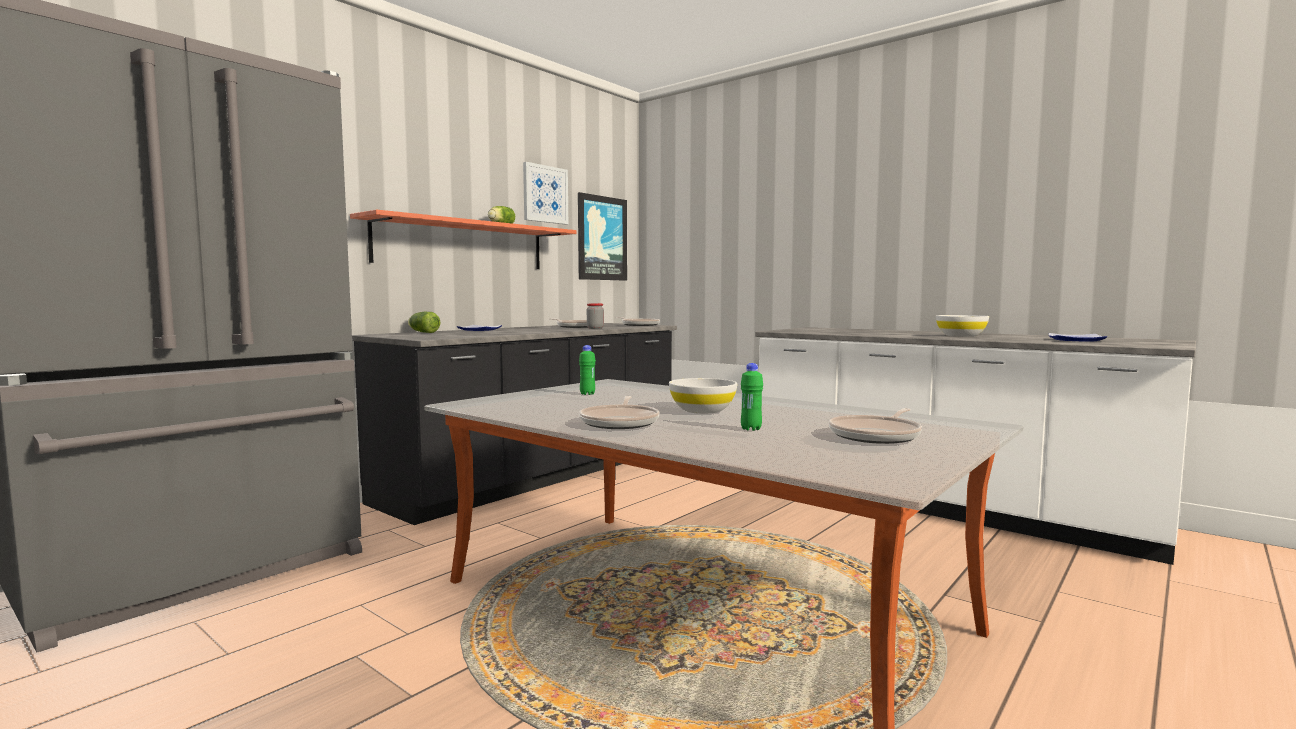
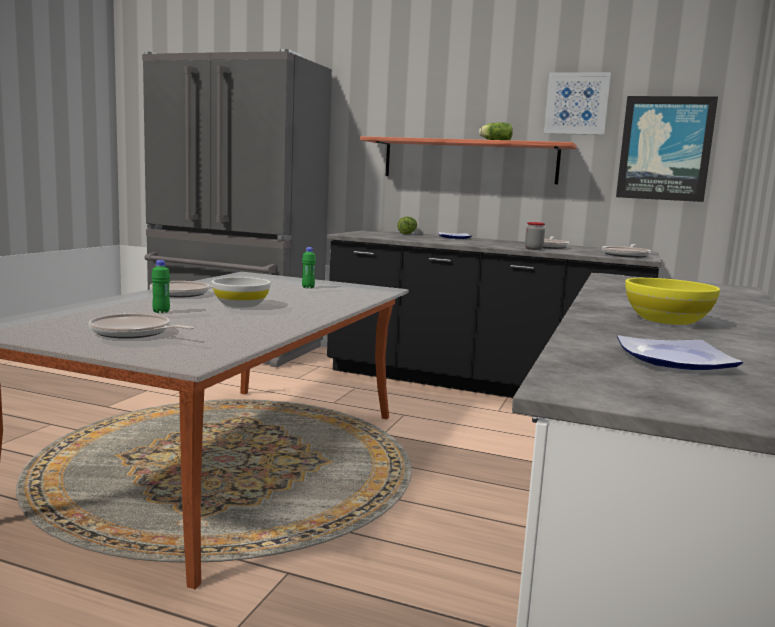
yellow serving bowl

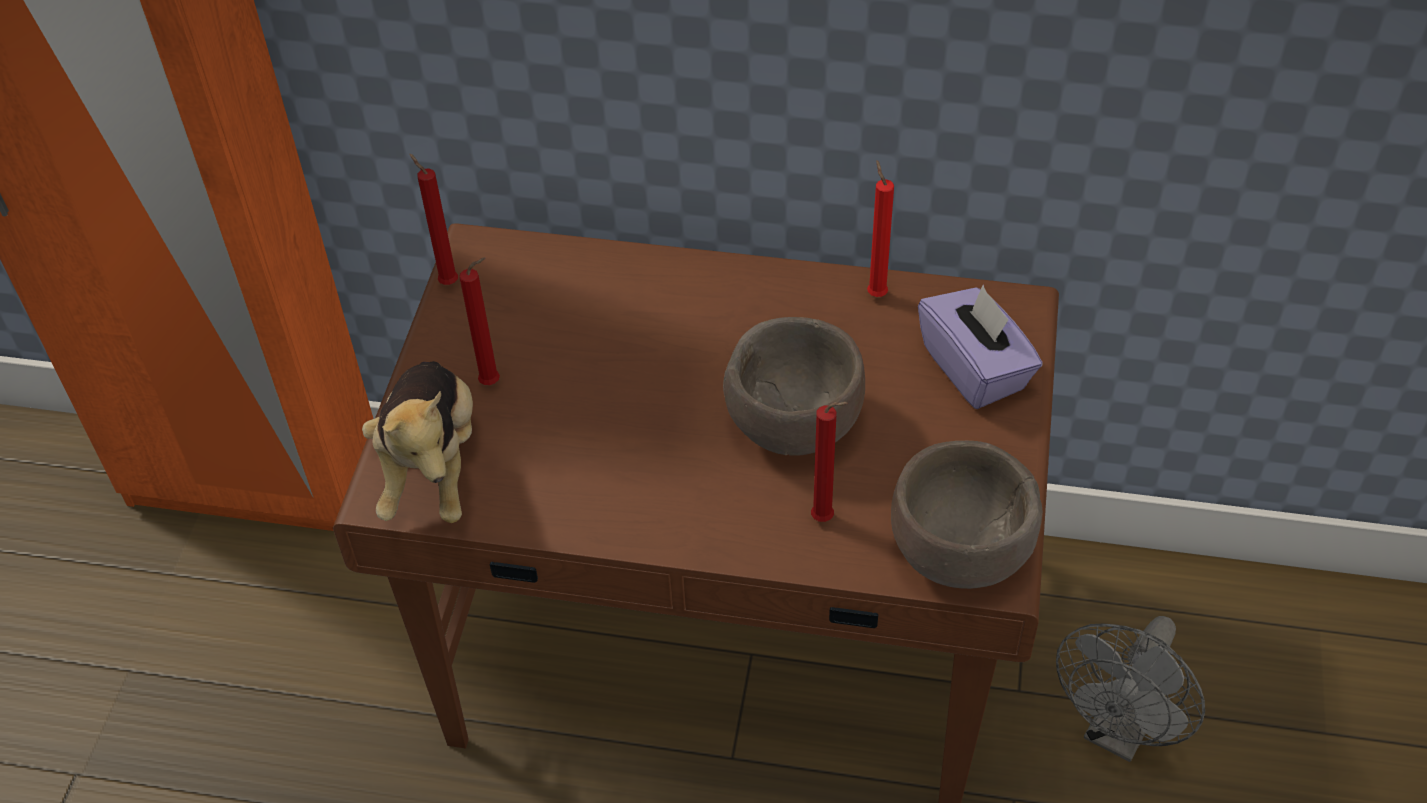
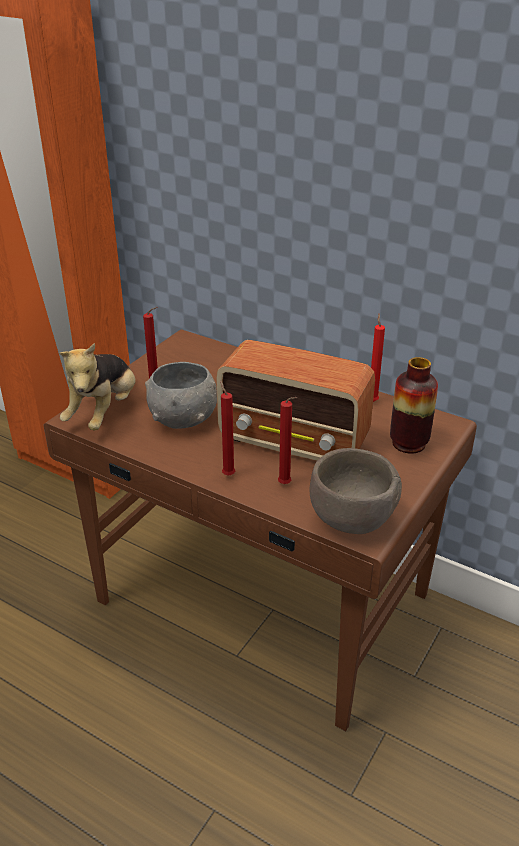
gray cooling fan; gray serving bowl; red wax light (no. 2 from left); radio; flower vase

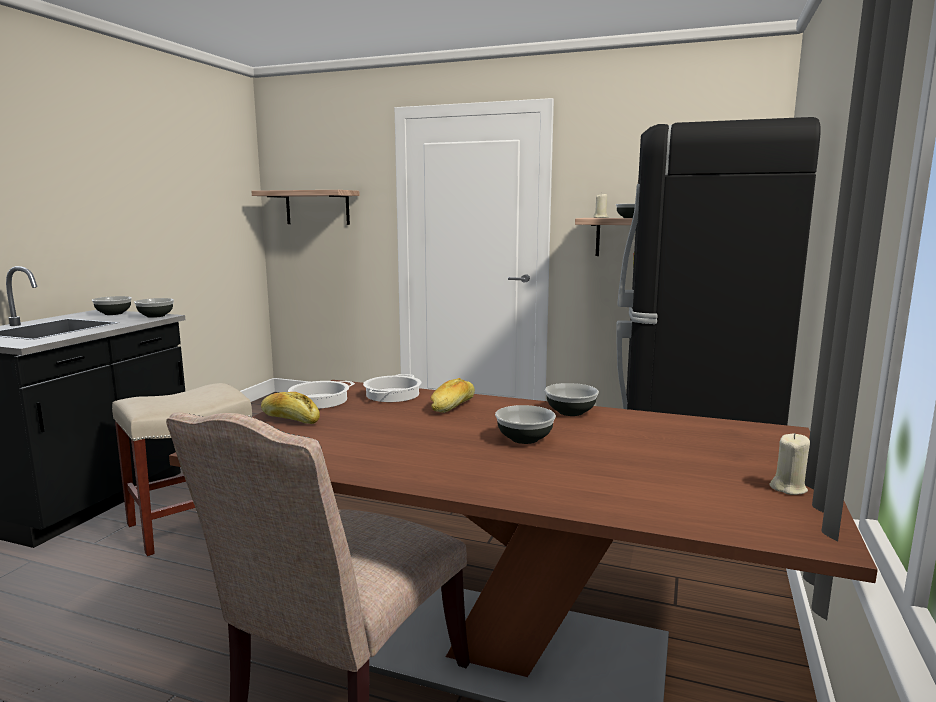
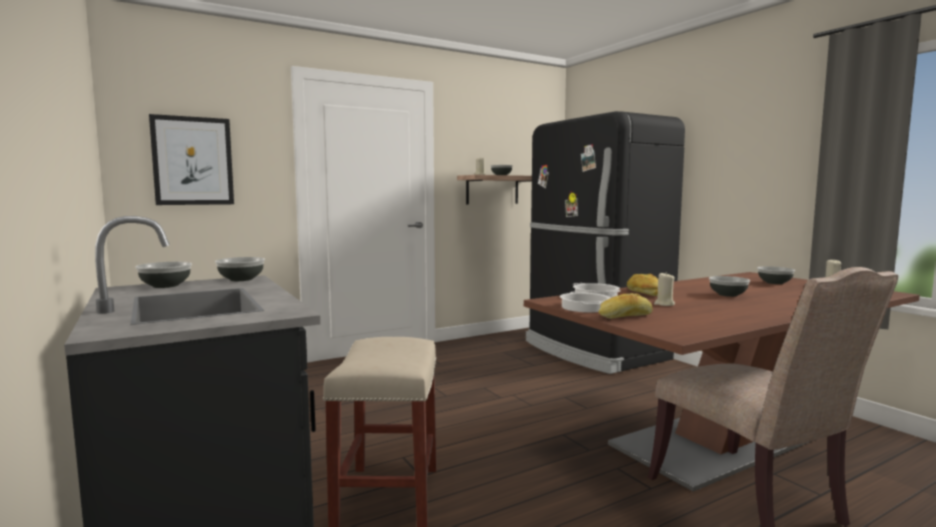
beige wax light (no. 2 from left); serving bowl (no. 5 from left); picture

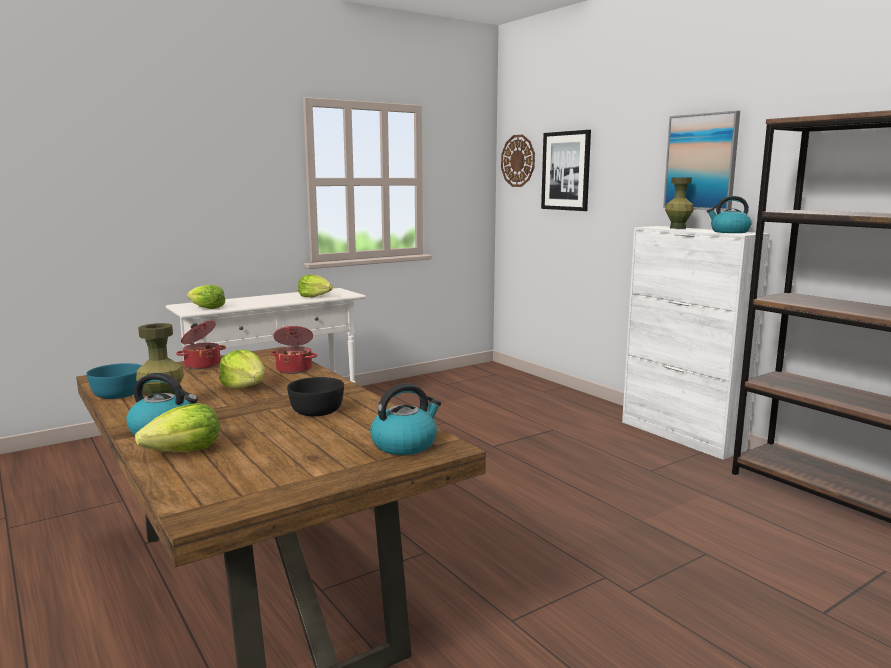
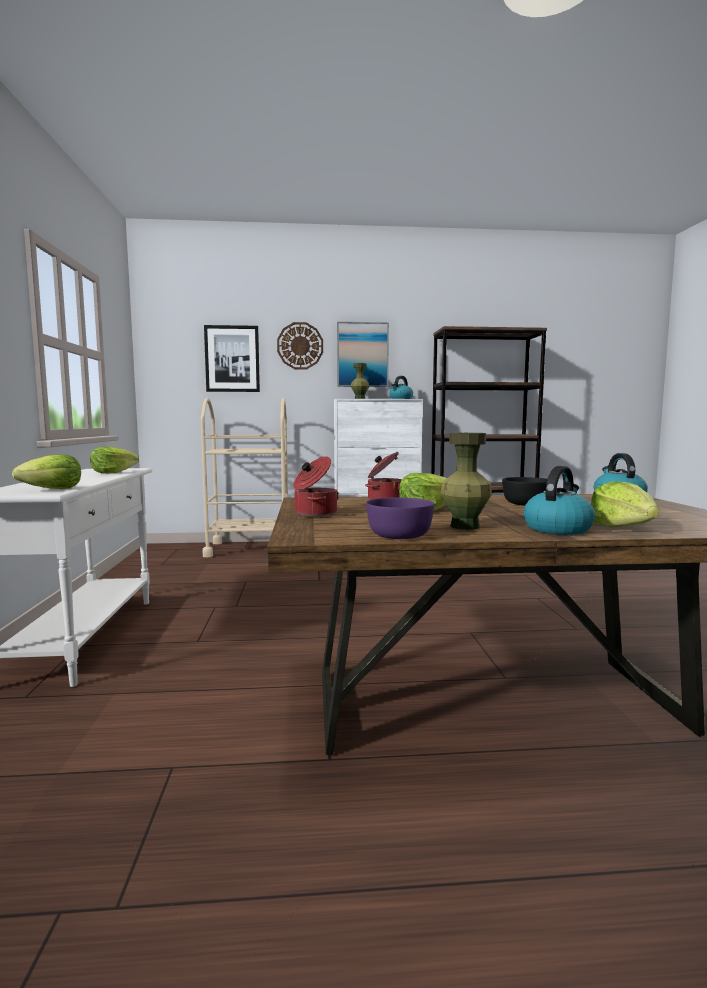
beige cart; wall clock; purplish serving bowl

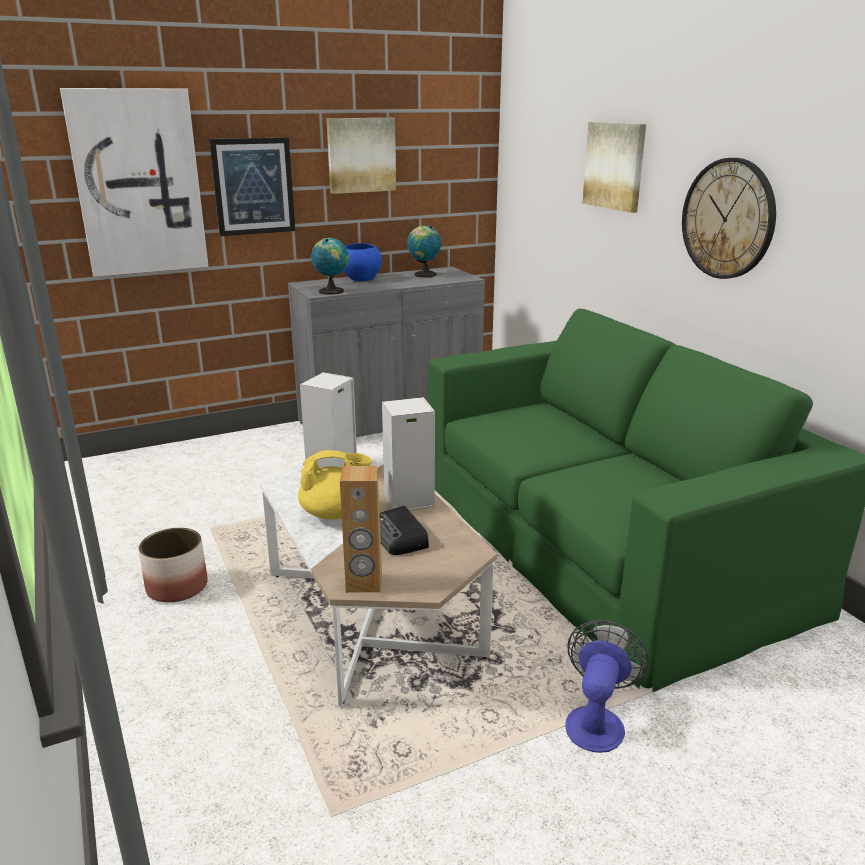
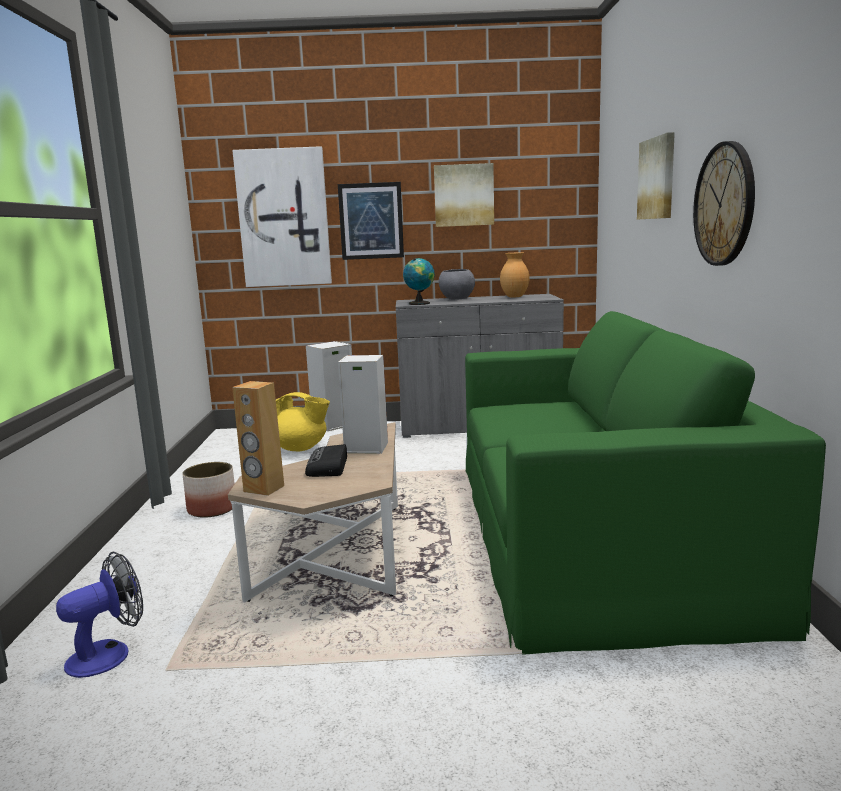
cooling fan; brownish flower vase; gray serving bowl

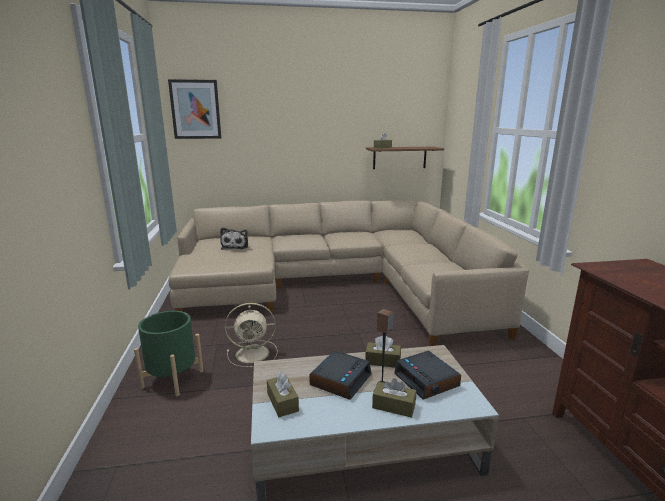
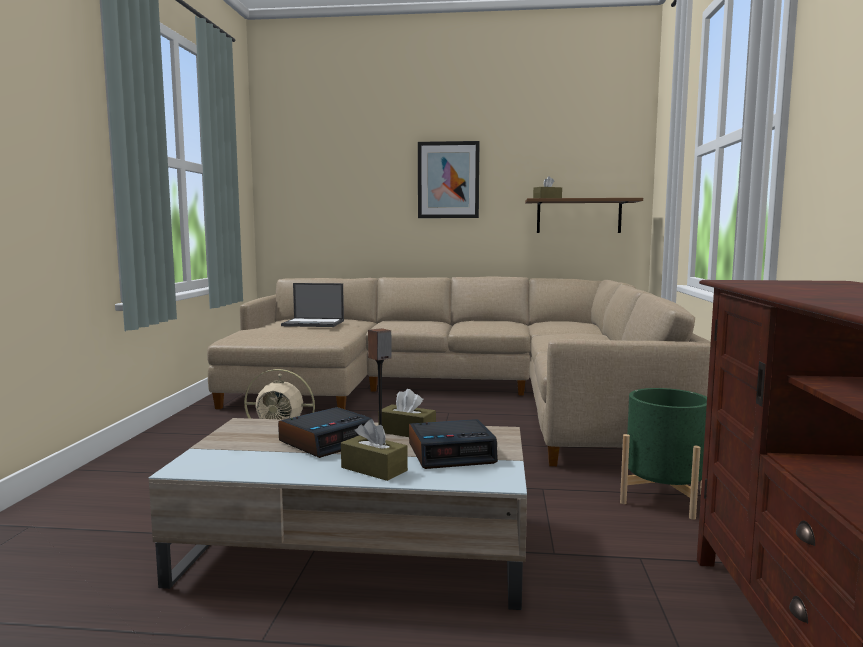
brownish tissue box (no. 1 from left in the first image); green plant pot; picture; portable computer; bedside clock (no. 2 from left)

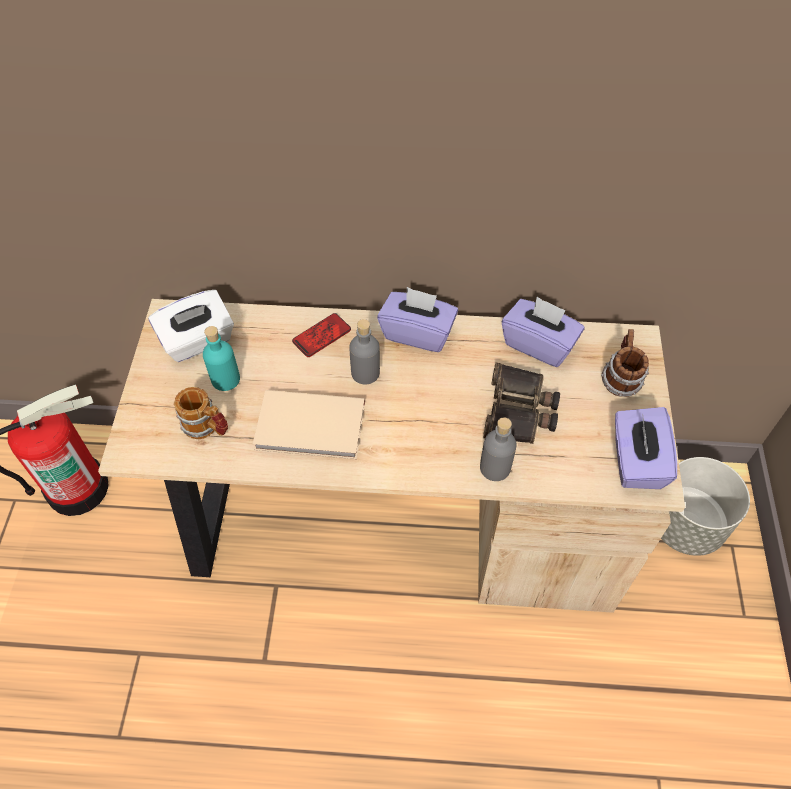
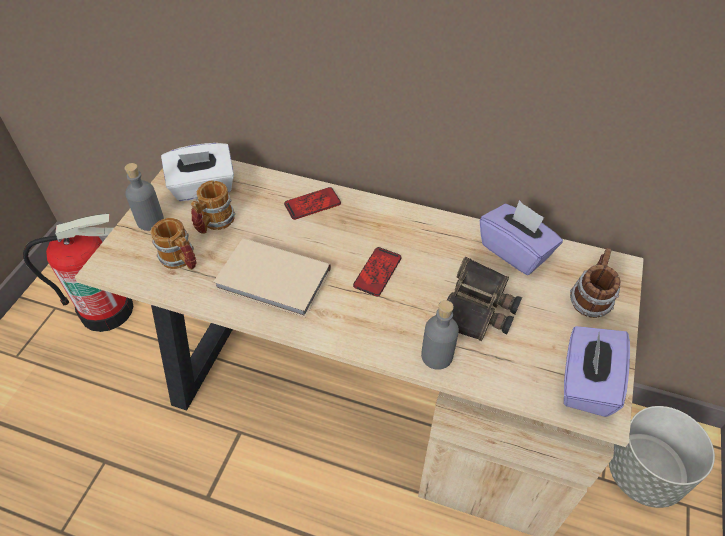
purplish tissue box (no. 1 from left in the first image); phone (no. 2 from left); gray bottle (no. 1 from left); mug (no. 2 from left)

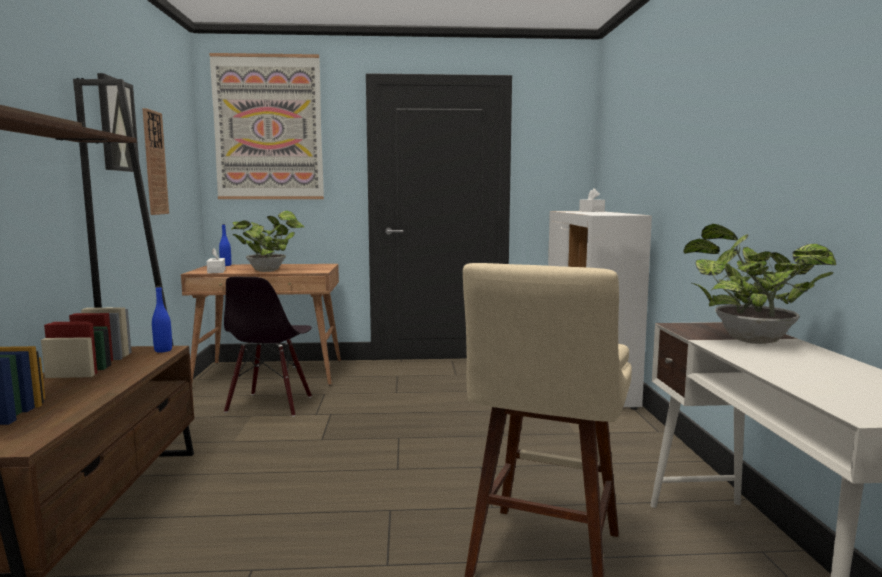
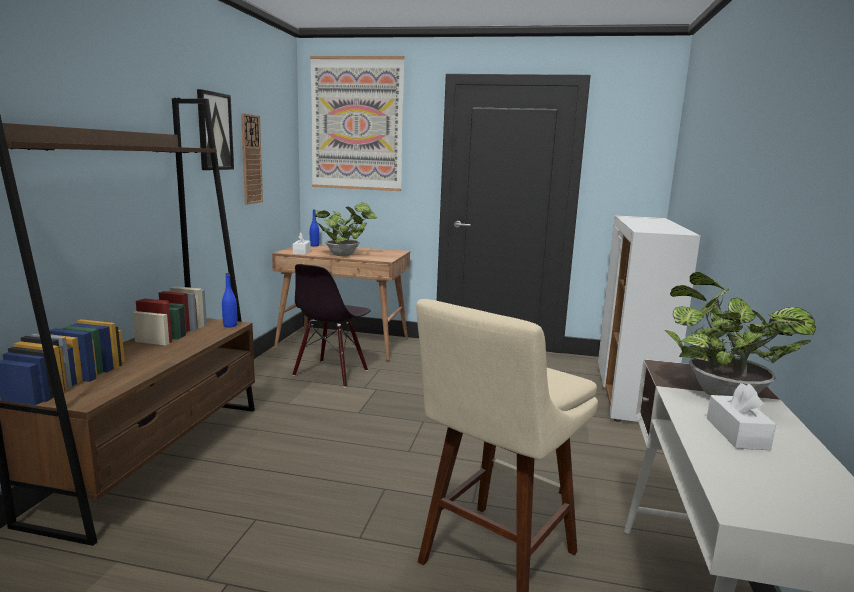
white-coloured tissue box (no. 2 from left)

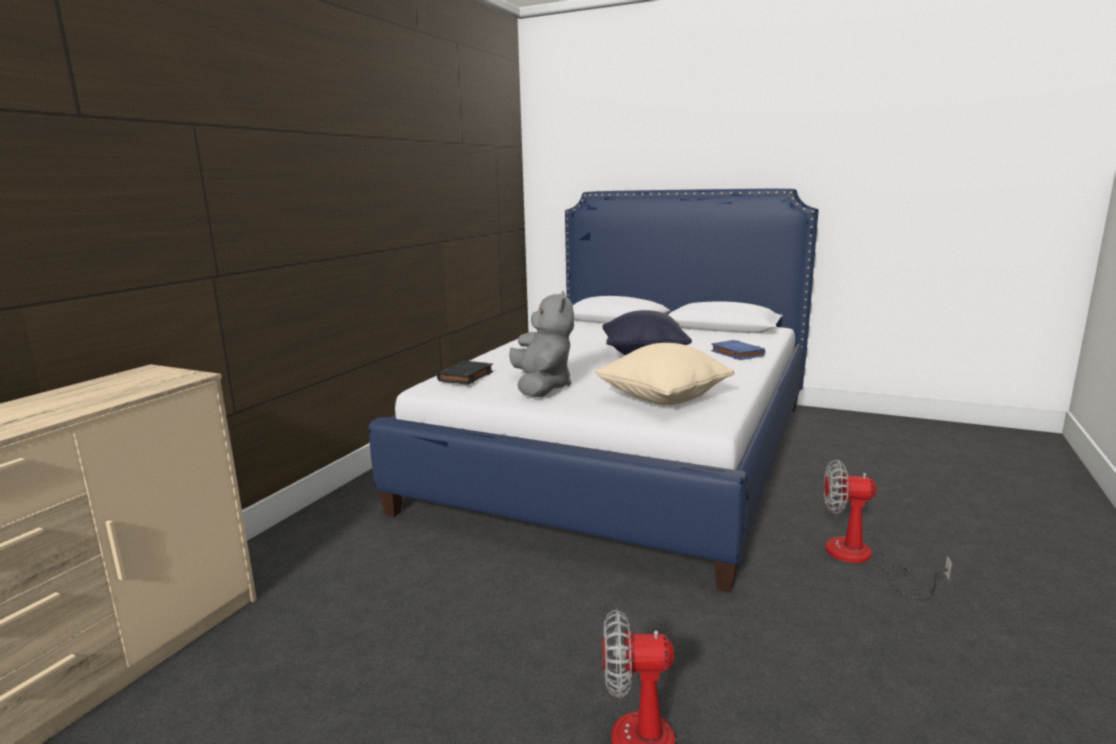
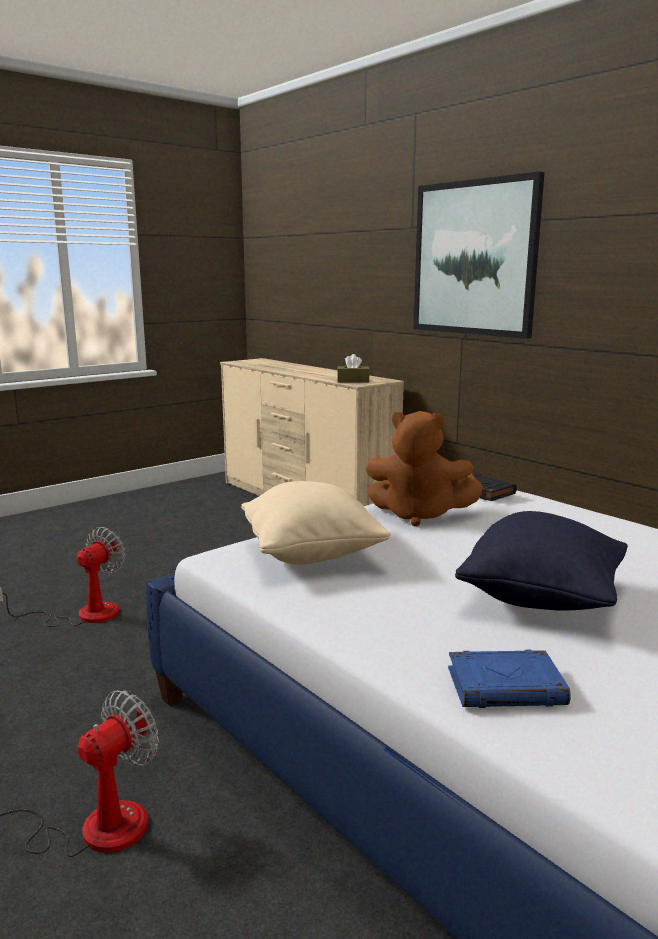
brownish tissue box; picture; brownish soft toy

